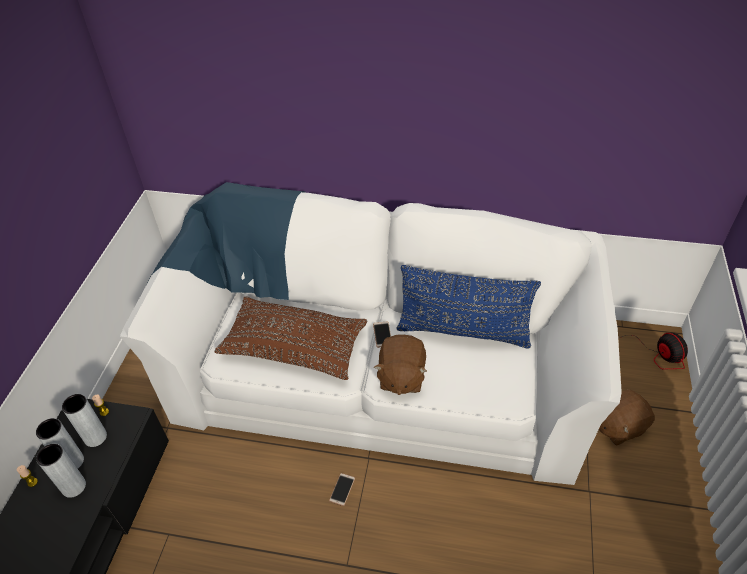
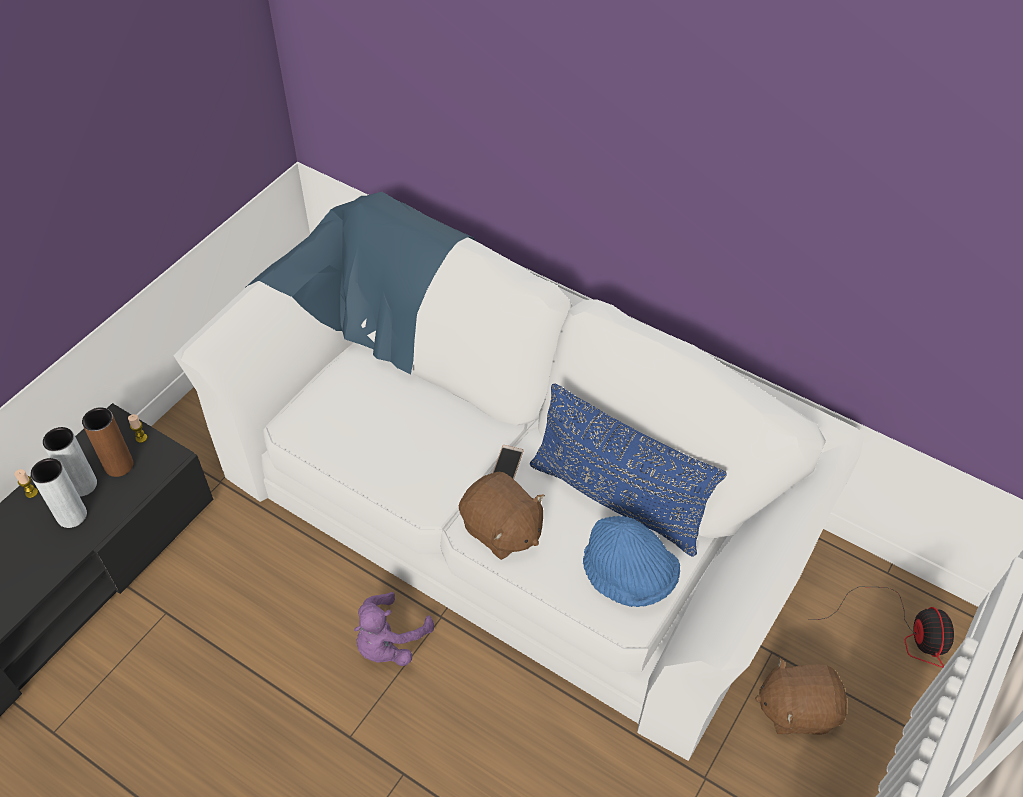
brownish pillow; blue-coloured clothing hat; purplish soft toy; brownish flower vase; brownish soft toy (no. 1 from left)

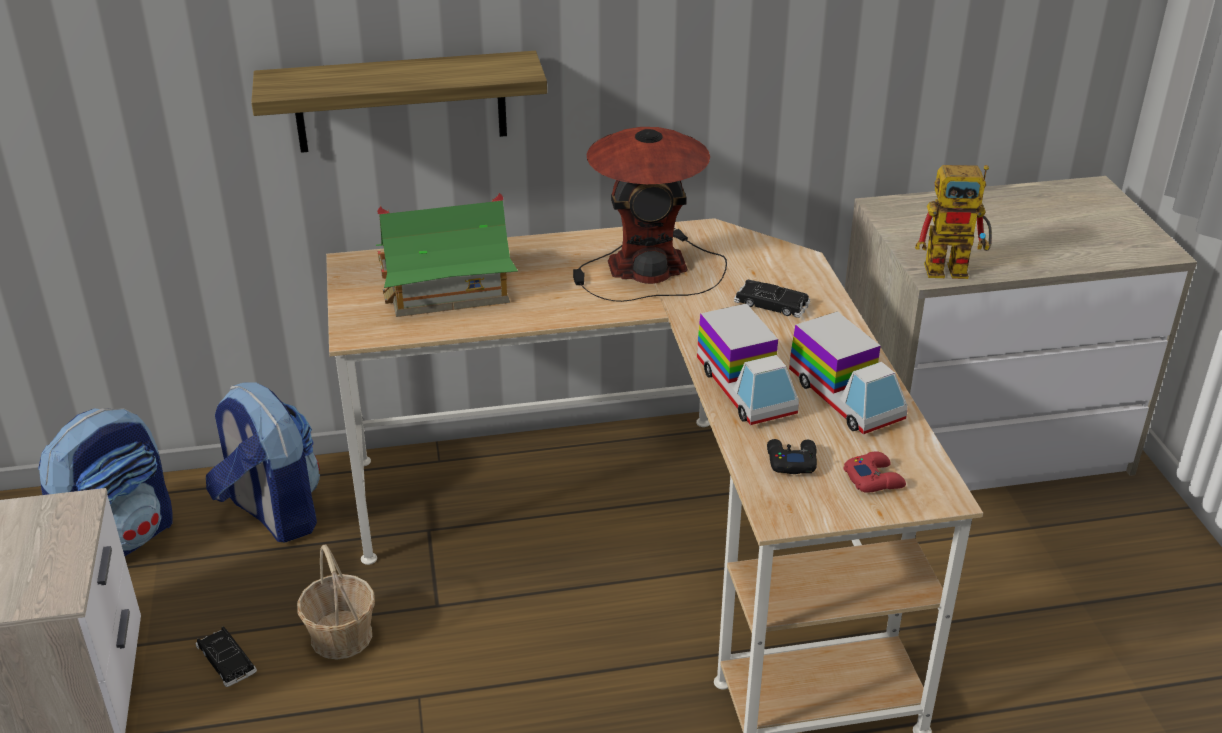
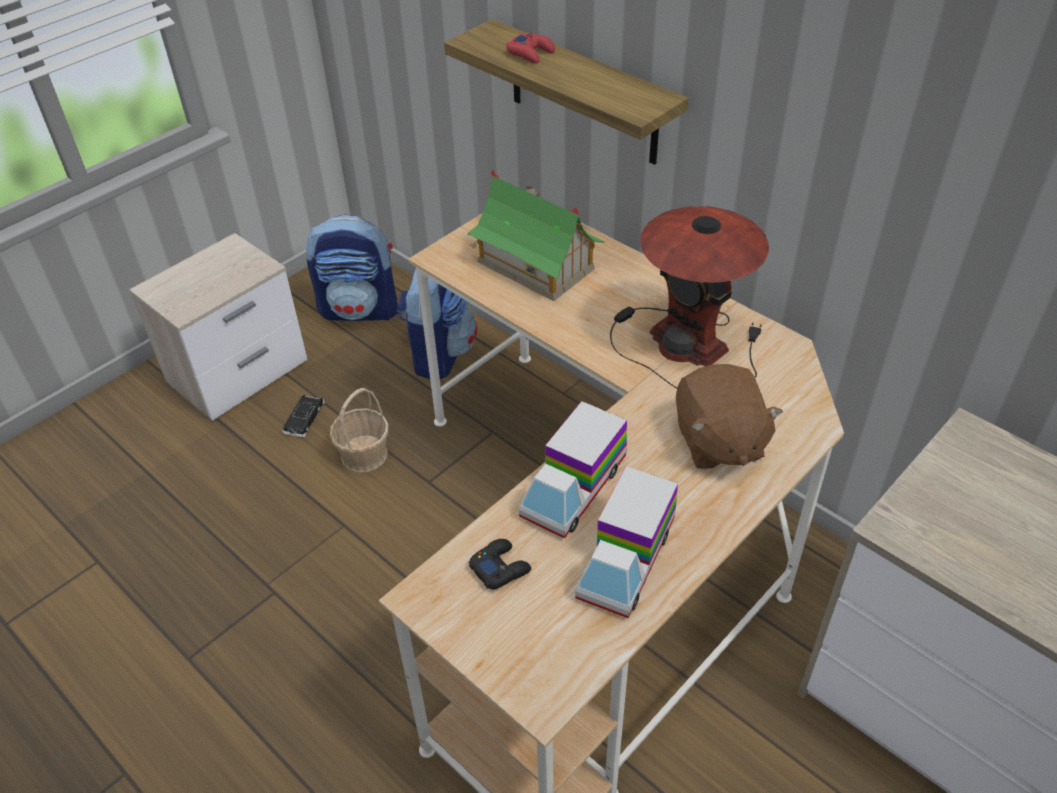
toy robot; red joypad; brownish soft toy

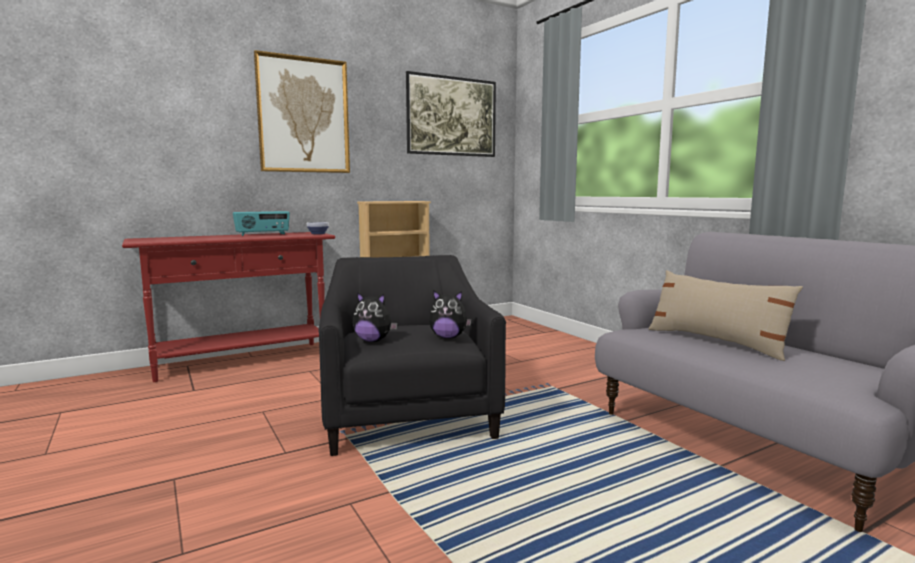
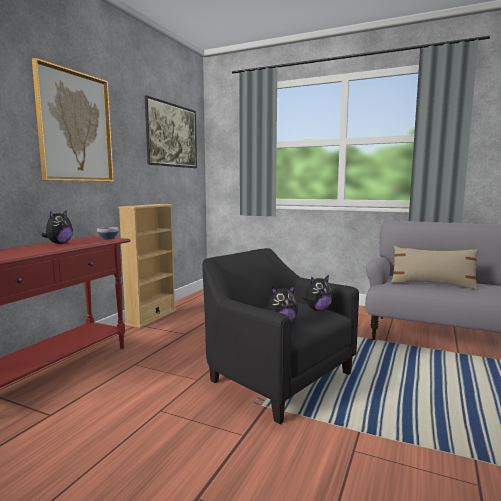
soft toy (no. 1 from left)

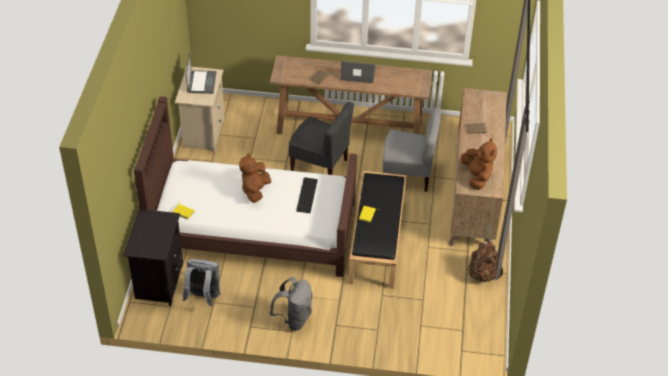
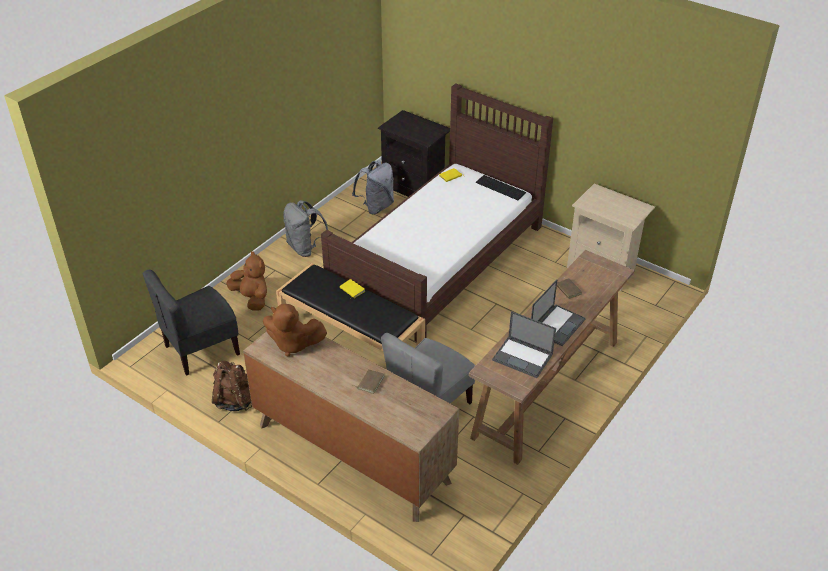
portable computer (no. 1 from left); brownish soft toy (no. 1 from left); gray plain chair (no. 1 from left); keyboard

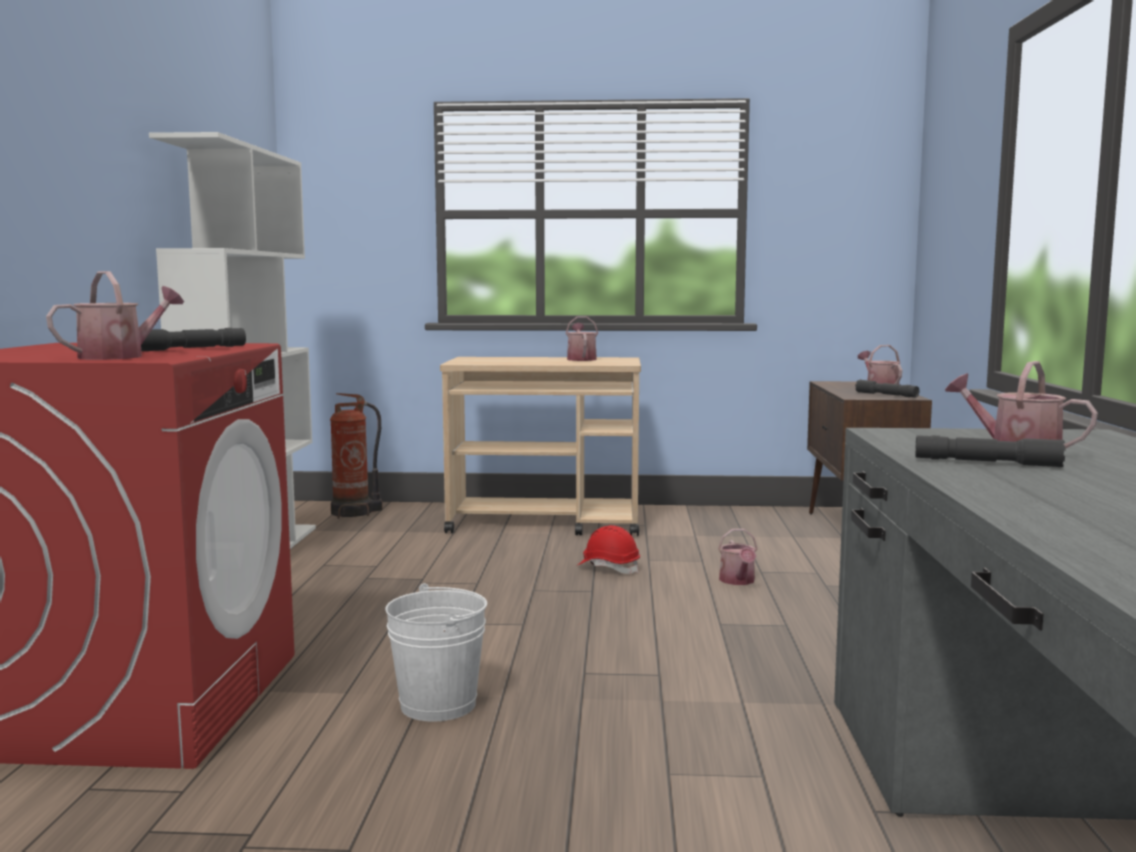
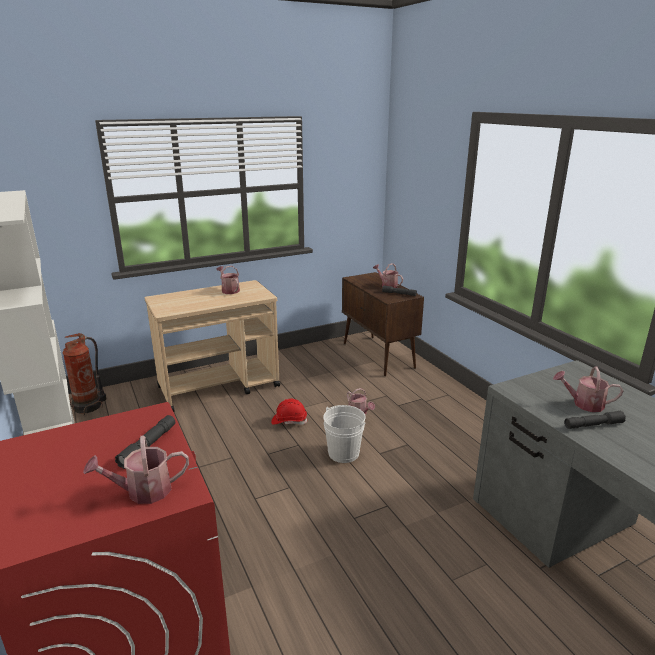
white-coloured water bucket; watering can (no. 1 from left)

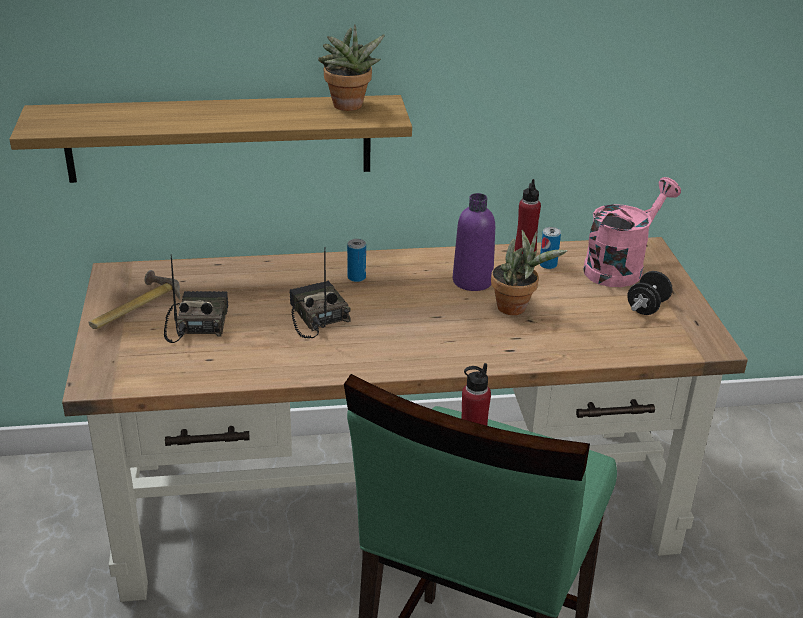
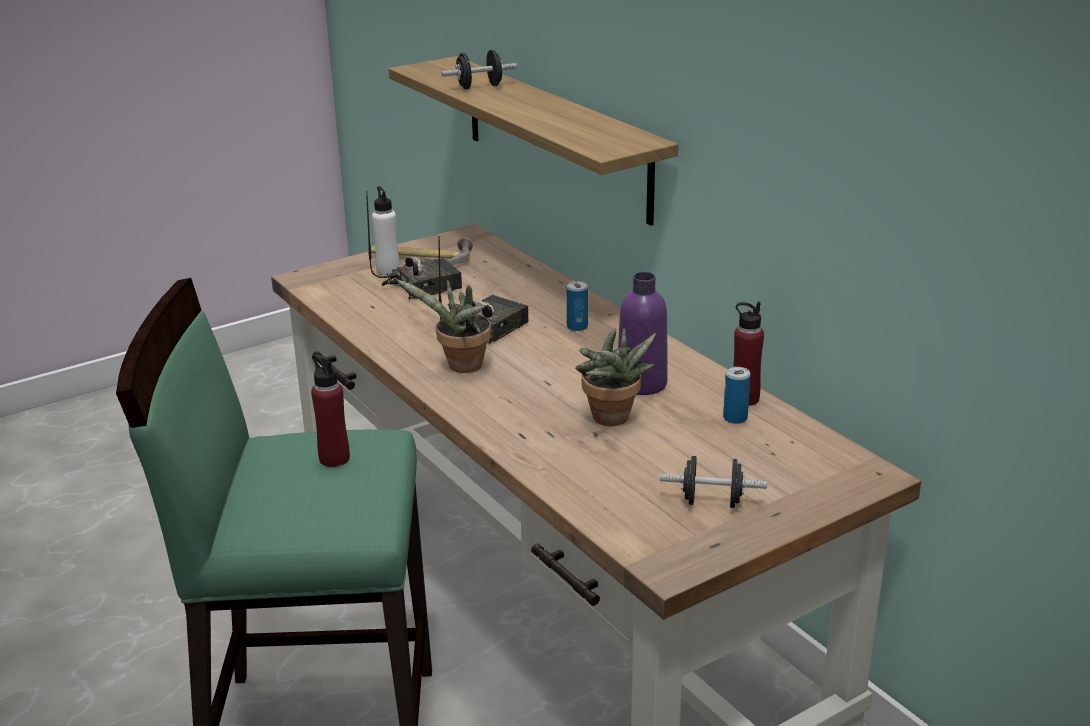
pink watering can; white-coloured bottle; black-coloured free weight (no. 1 from left); houseplant (no. 1 from left)

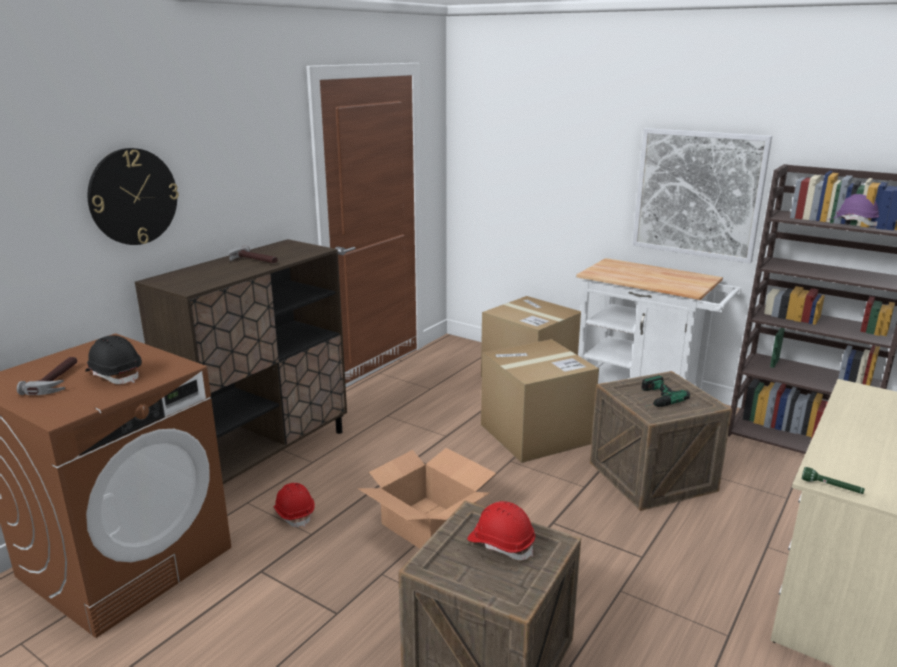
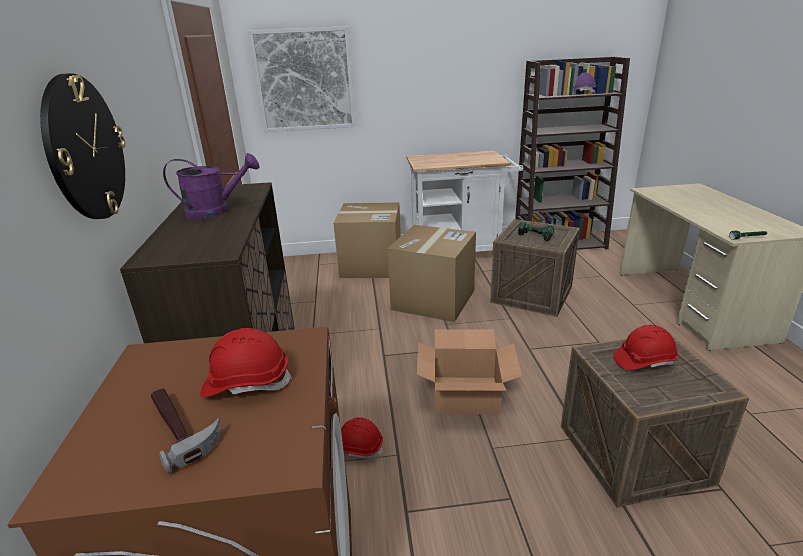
picture; purplish watering can; red hard hat (no. 1 from left)

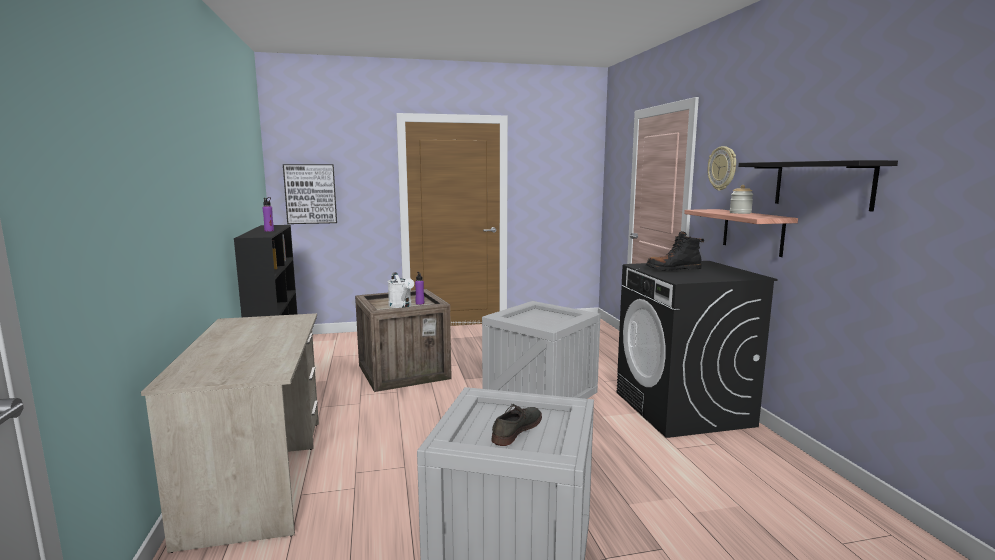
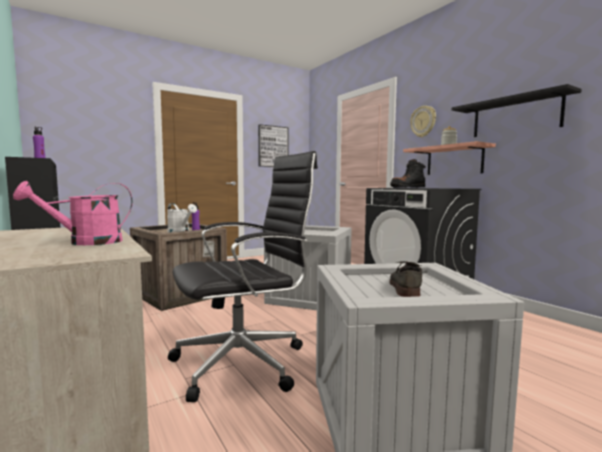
pink watering can; black-coloured computer chair; picture

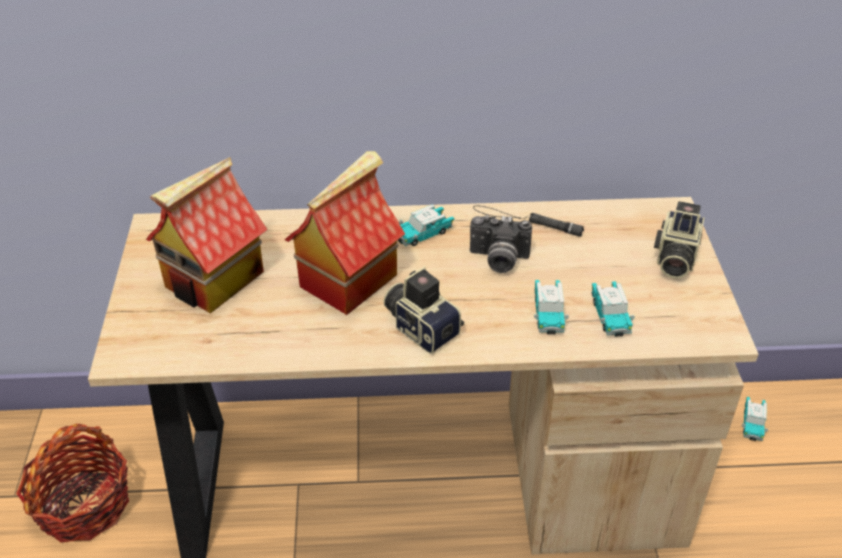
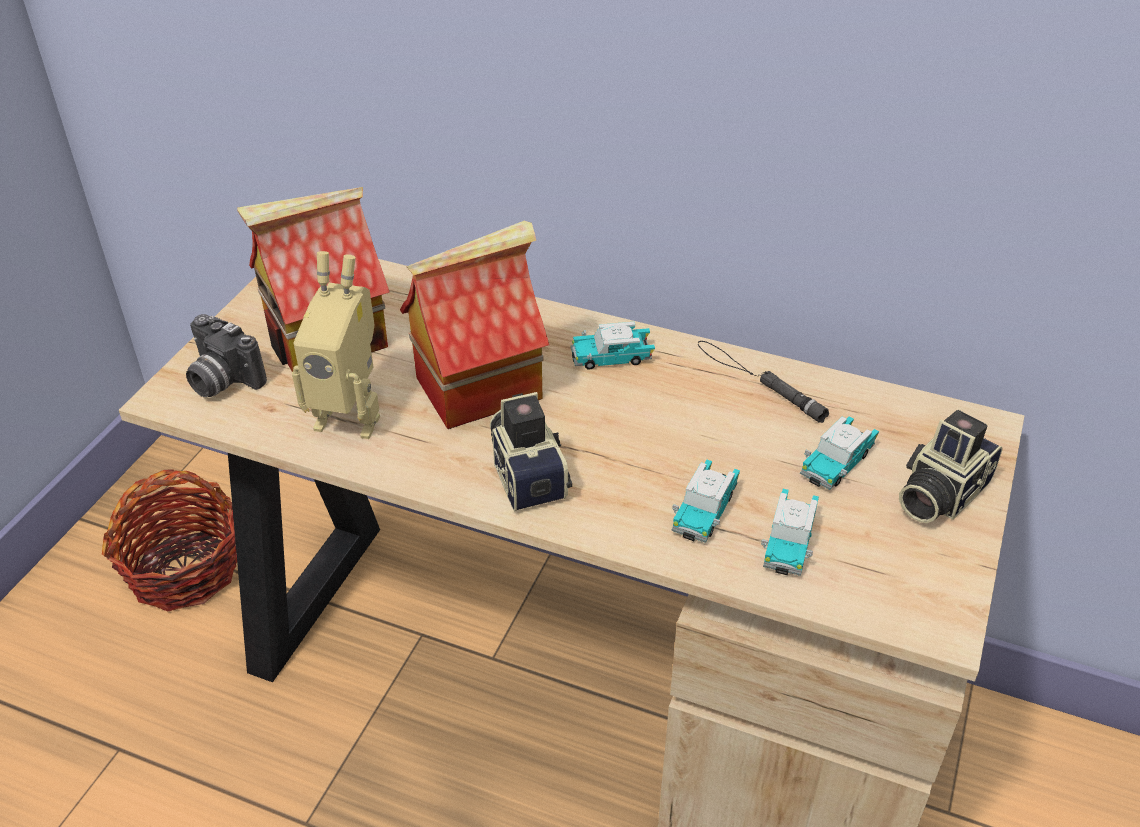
toy robot; photo camera (no. 1 from left); model car (no. 4 from left)

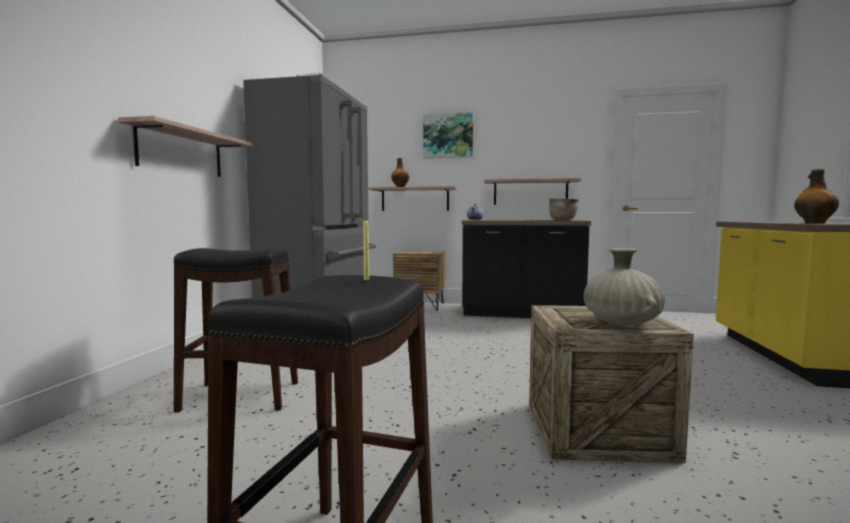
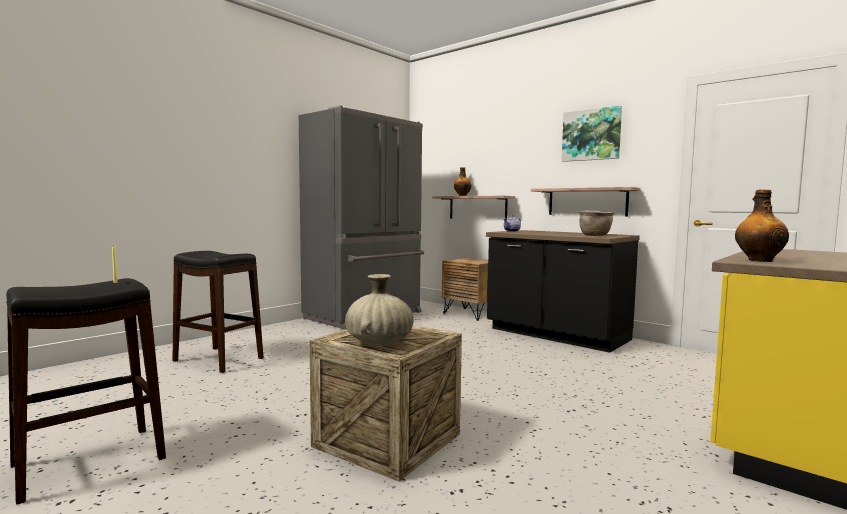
wall shelf (no. 1 from left in the first image); picture

